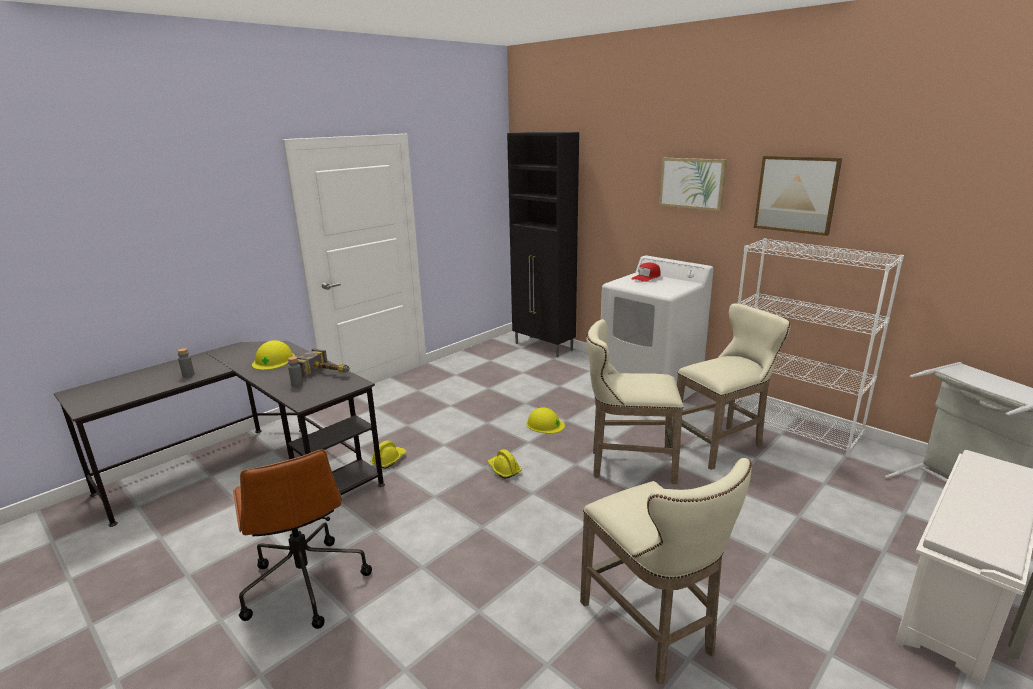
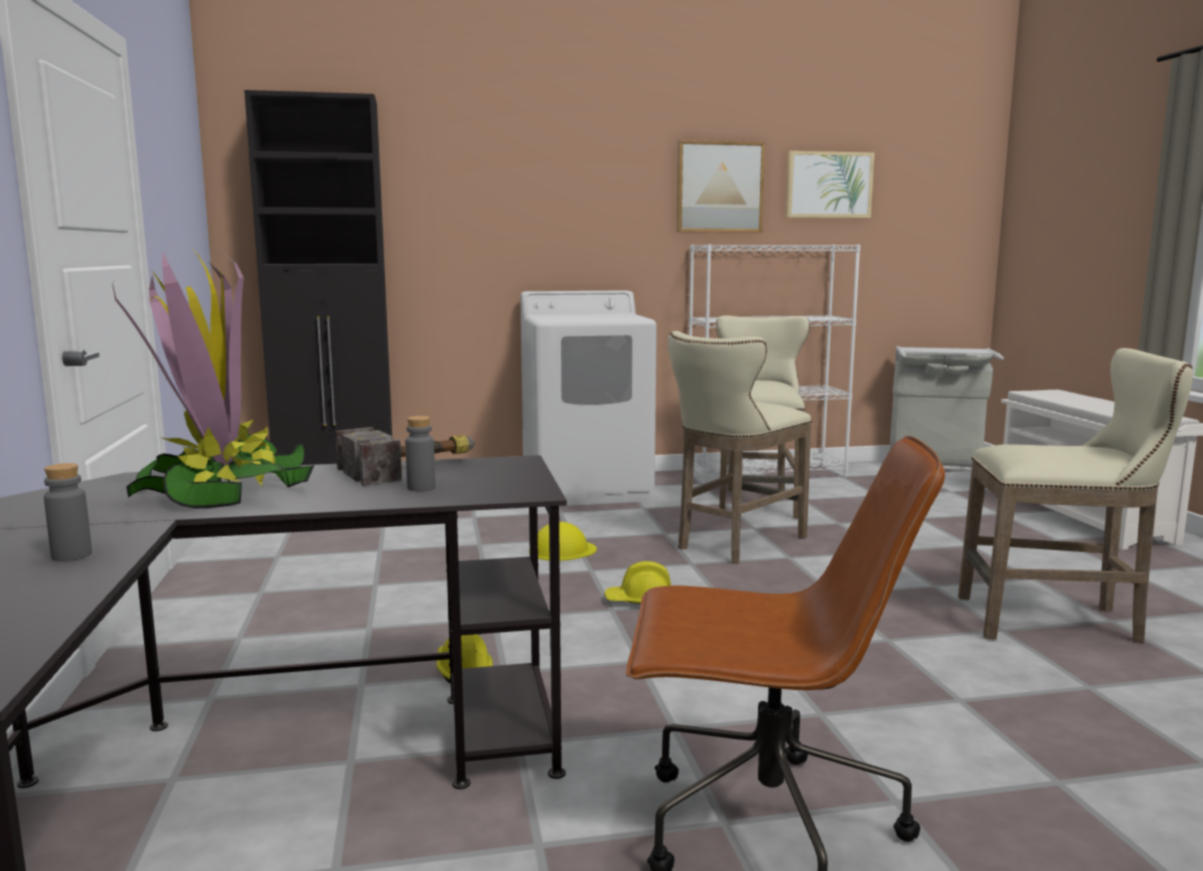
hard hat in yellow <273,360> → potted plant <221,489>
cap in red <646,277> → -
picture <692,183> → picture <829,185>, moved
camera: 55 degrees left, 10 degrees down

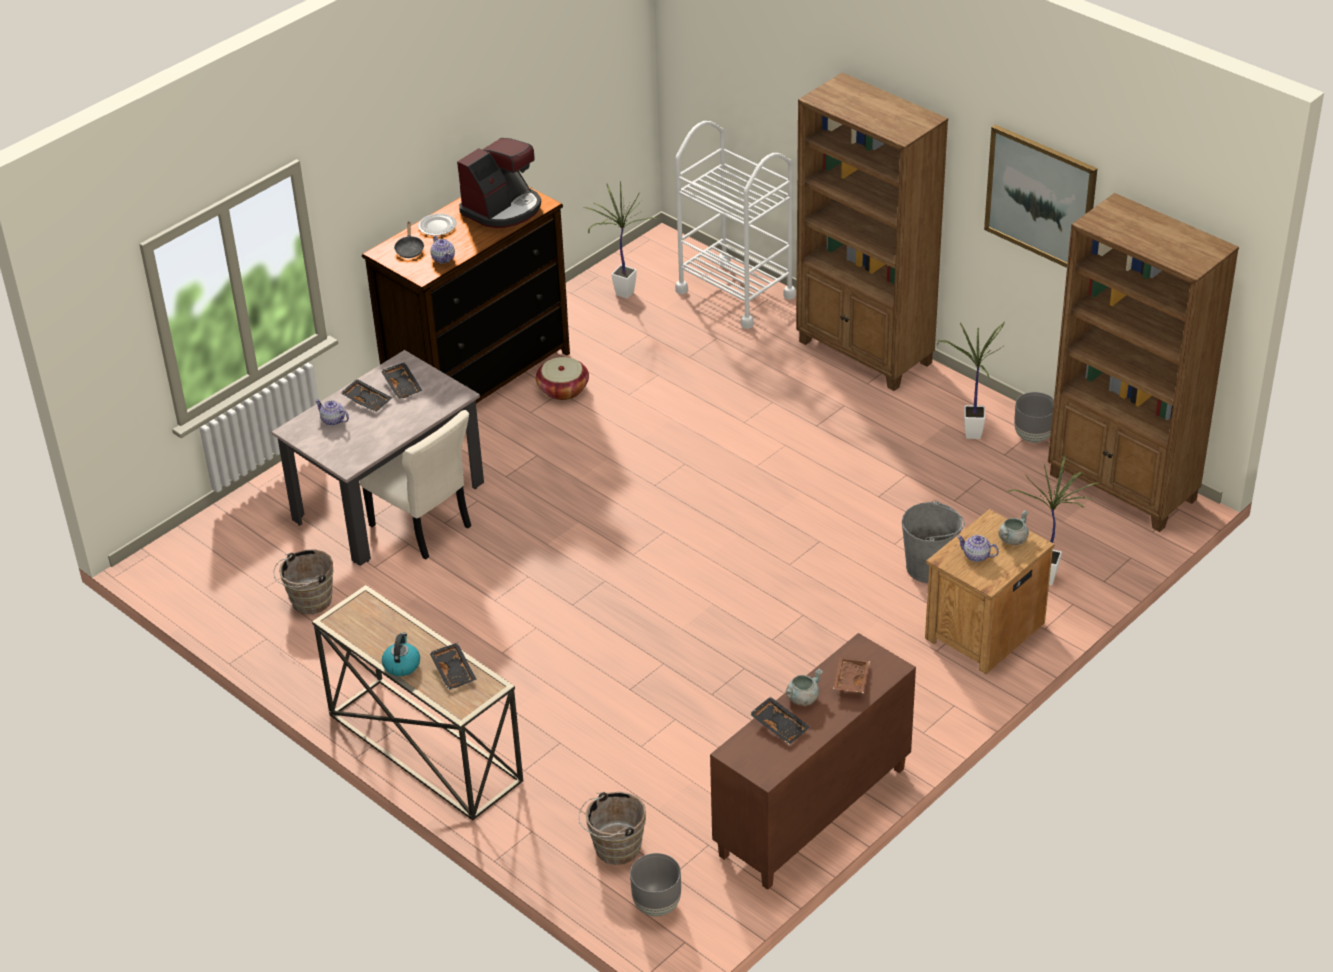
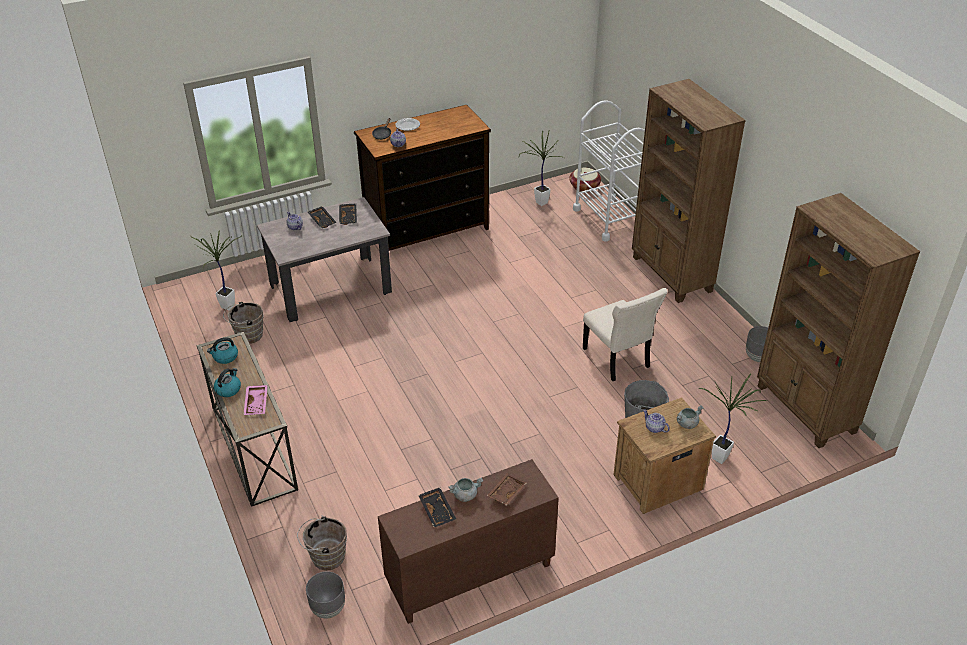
chair in beige <423,528> → chair in beige <617,360>, moved
tray in black <454,671> → tray in pink <257,403>
coffee machine <503,208> → -
basket <563,389> → basket <584,187>, moved
potted plant <969,433> → potted plant <226,305>, moved
picture <1040,198> → -
- → kettle <225,357>
camera: 20 degrees right, 0 degrees up

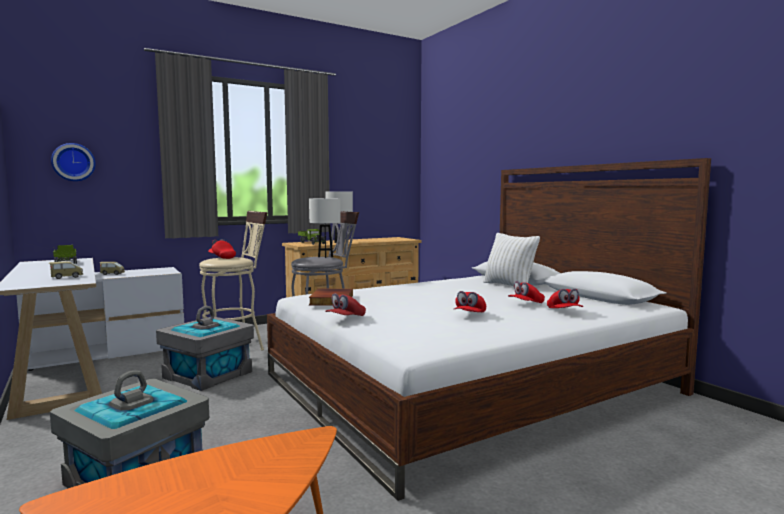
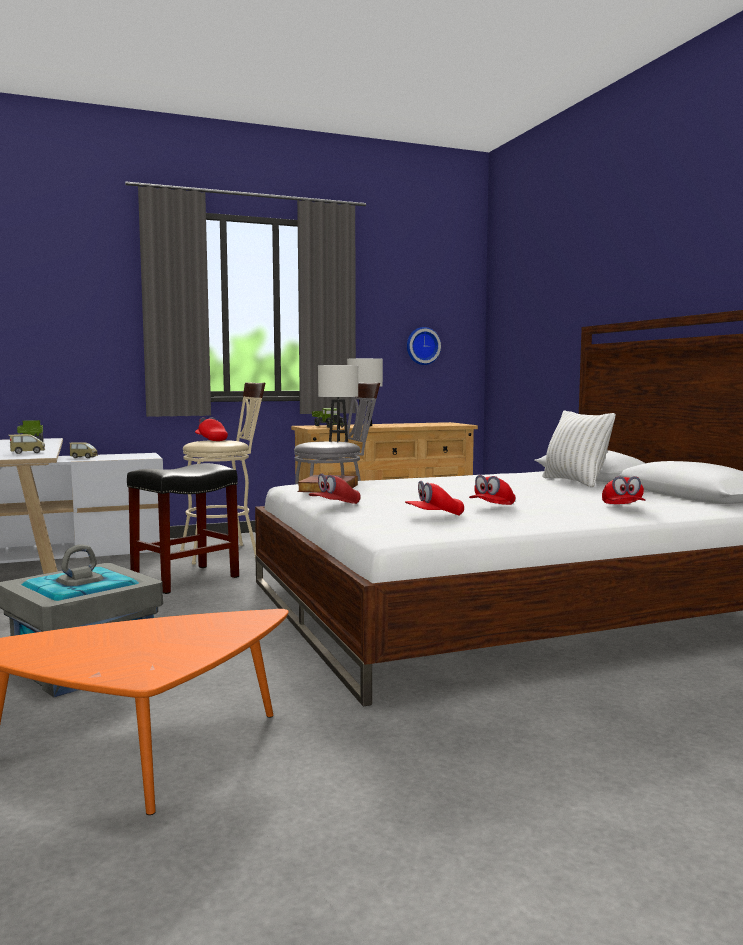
wall clock <73,162> → wall clock <422,346>, moved
storage box in grey <208,375> → stool in black <185,579>
cap in red <525,304> → cap in red <434,516>, moved
camera: 10 degrees right, 0 degrees up

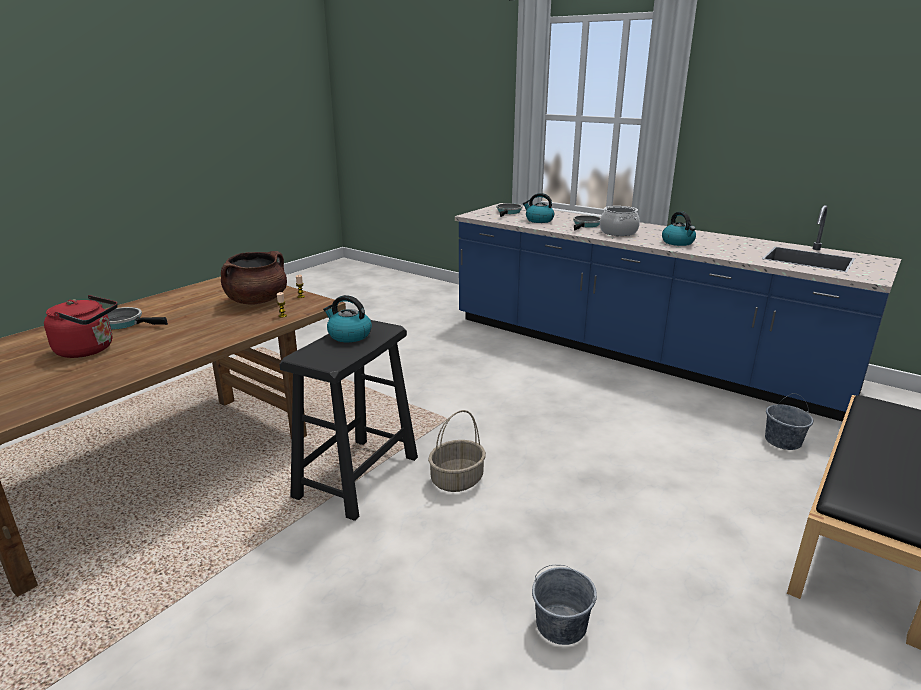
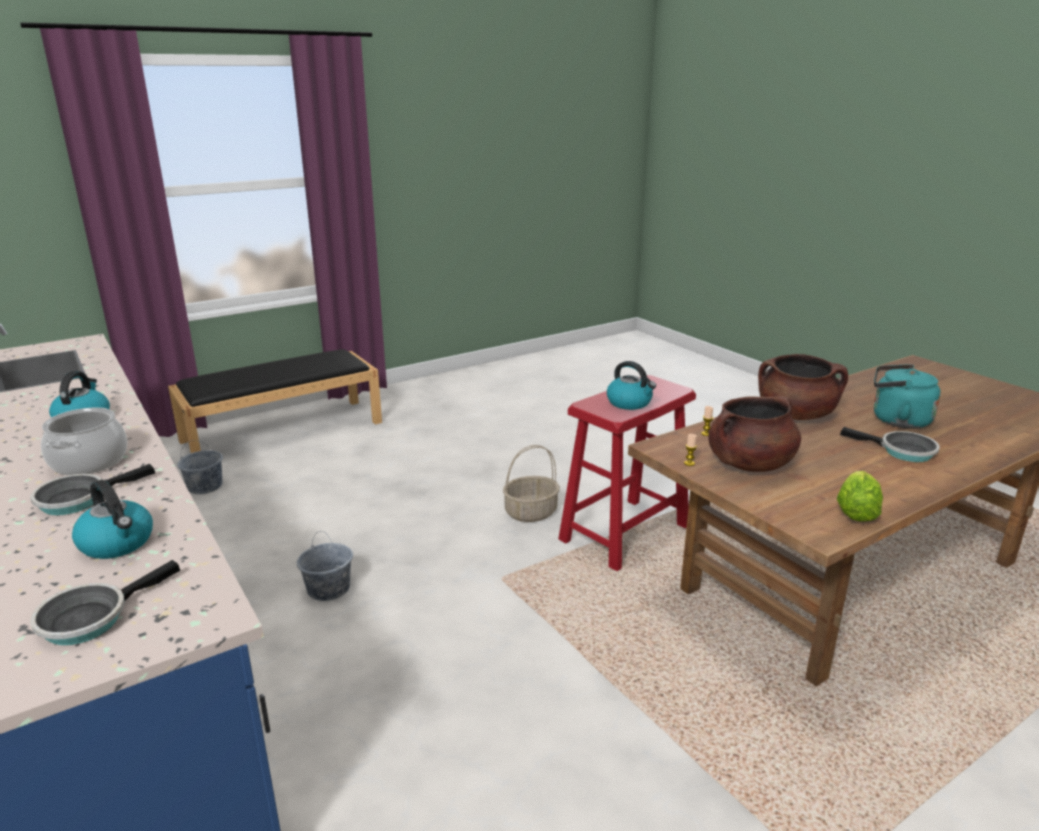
kettle in red <89,350> → kettle in turquoise <896,420>
stool in black <356,477> → stool in red <625,533>
bucket in grey <561,625> → bucket in grey <328,588>, moved
- → cooking pot in brown <795,415>
- → lettuce <856,512>
camera: 160 degrees left, 0 degrees up

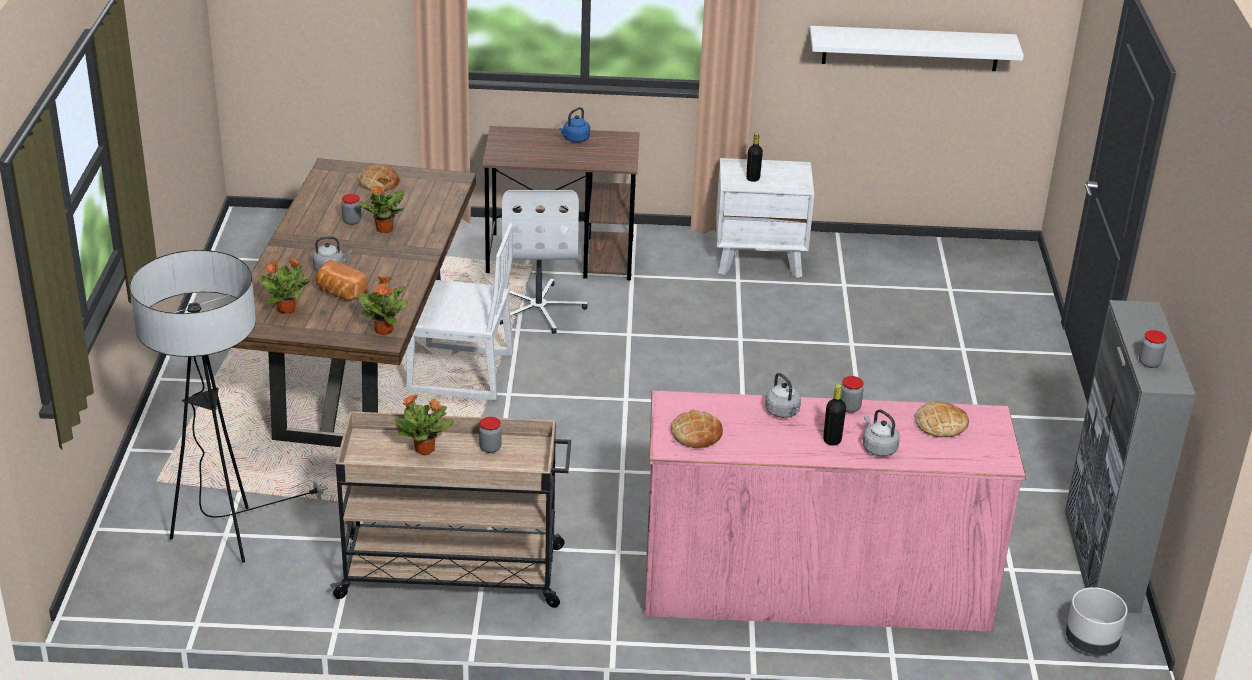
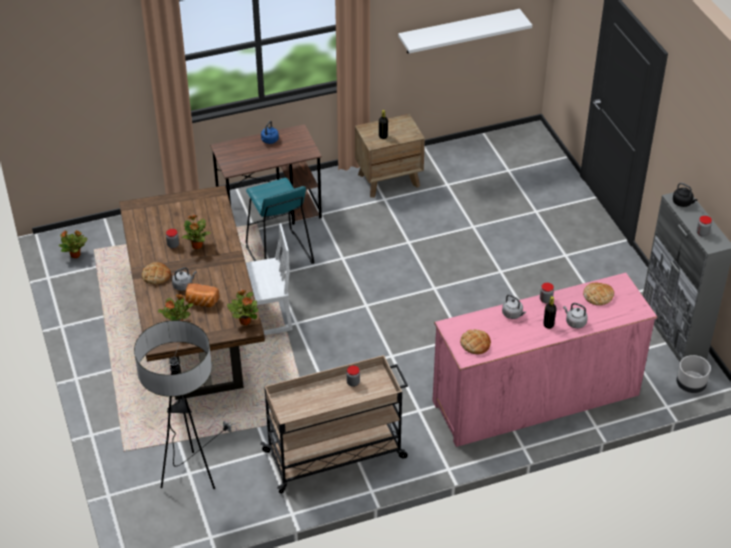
bread <379,182> → bread <156,275>, moved
potted plant <425,450> → potted plant <76,255>, moved
office chair in white <539,308> → stool in turquoise <279,255>
nightstand in white <759,259> → nightstand in brown <389,179>
- → kettle in black <683,203>
camera: 20 degrees left, 10 degrees up

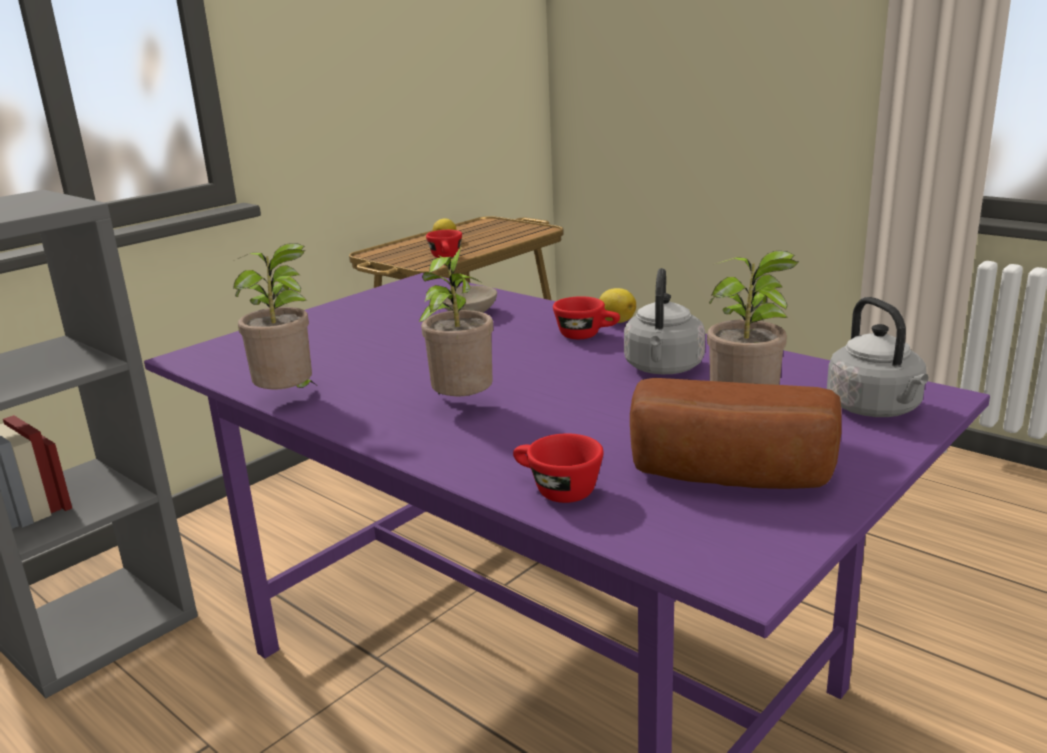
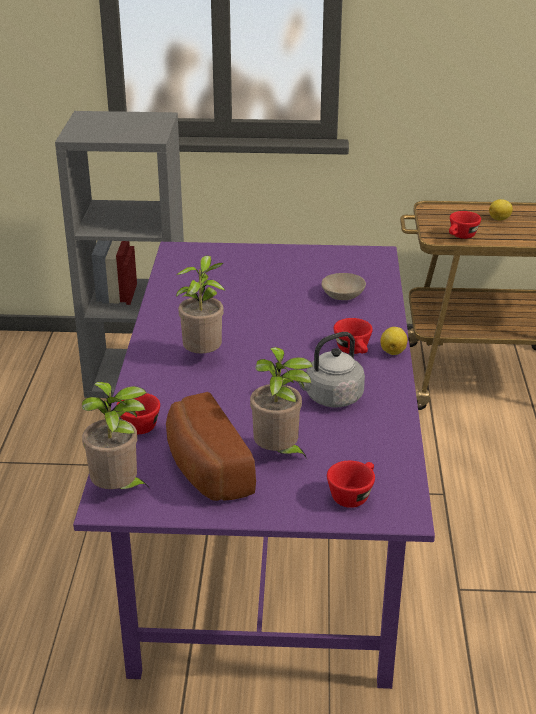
potted plant <290,399> → potted plant <119,491>, moved
kettle in grey <876,409> → cup in red <353,494>
camera: 50 degrees right, 10 degrees up

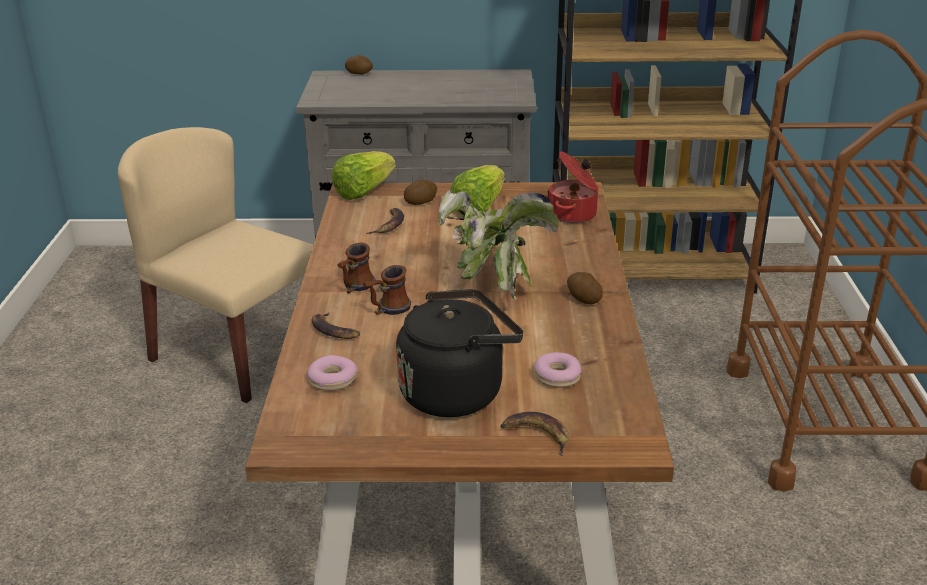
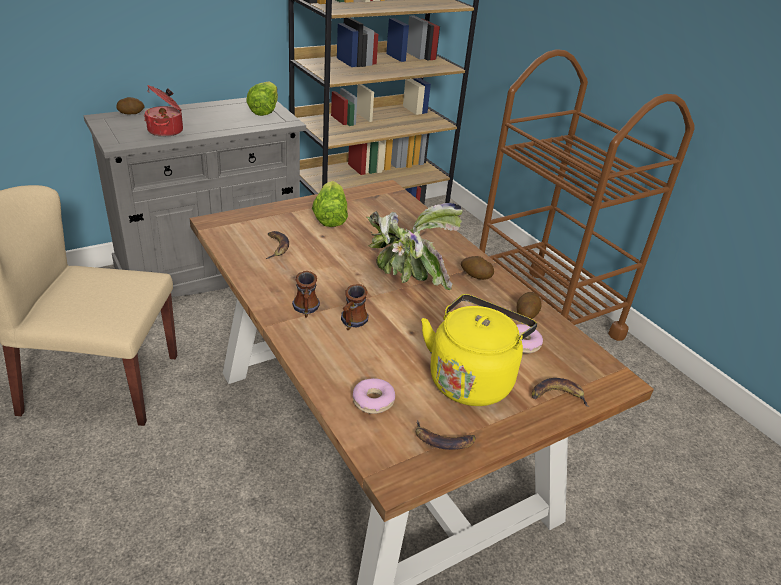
banana <334,330> → banana <443,440>, moved
lettuce <363,191> → lettuce <264,110>, moved
kettle in black <456,391> → kettle in yellow <471,379>
potato <420,202> → potato <526,314>, moved
cooking pot <574,214> → cooking pot <166,131>, moved
camera: 35 degrees left, 5 degrees up

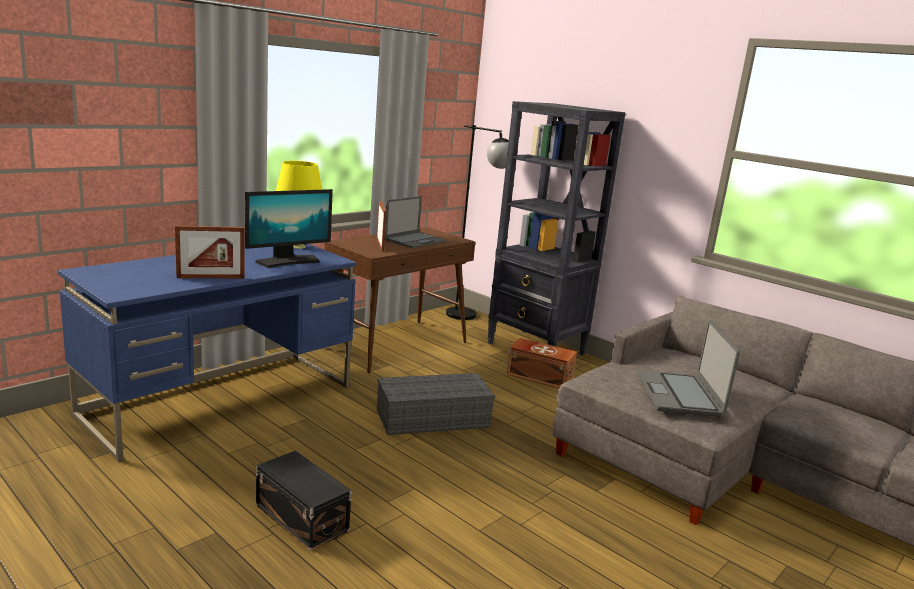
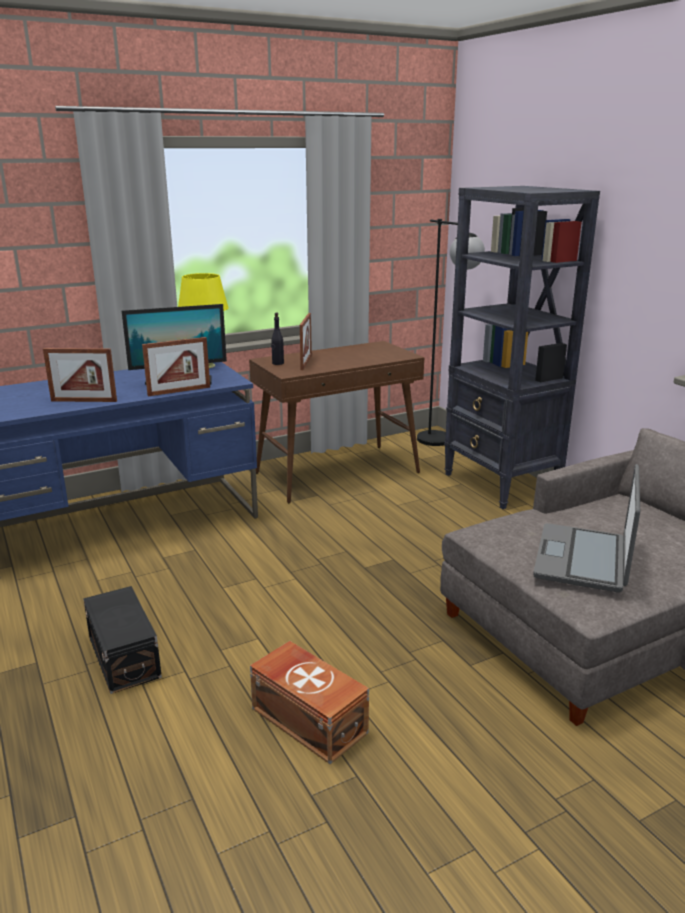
storage box in grey <434,417> → -
laptop <415,240> → -
storage box in brown <539,376> → storage box in brown <309,719>, moved
- → picture frame <179,391>
- → bottle in black <277,363>
camera: 20 degrees right, 5 degrees up

